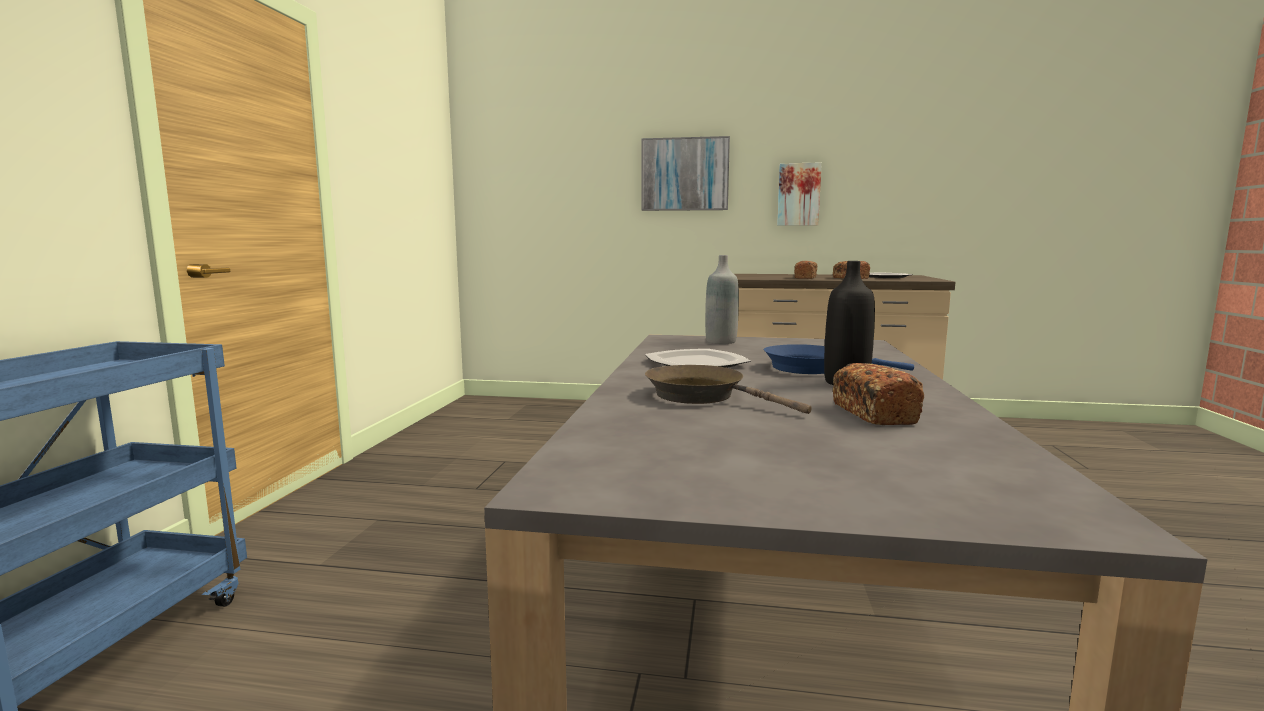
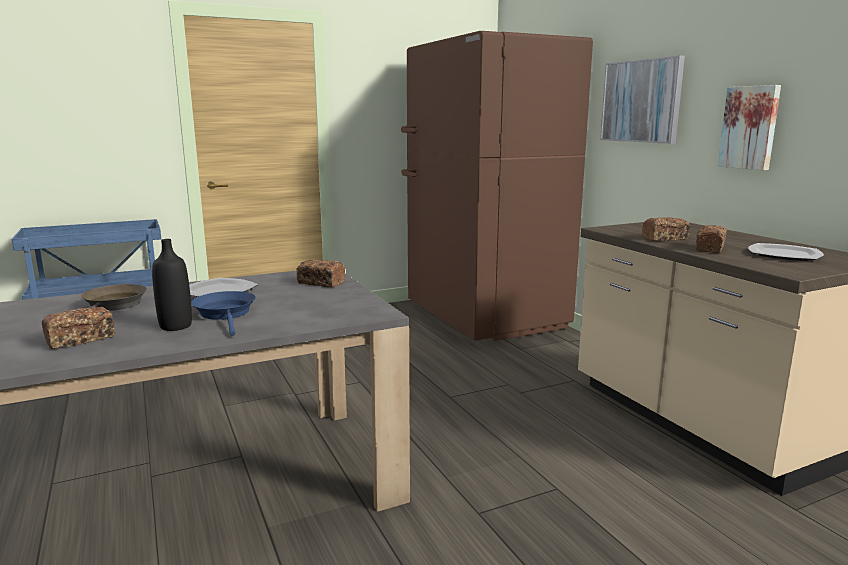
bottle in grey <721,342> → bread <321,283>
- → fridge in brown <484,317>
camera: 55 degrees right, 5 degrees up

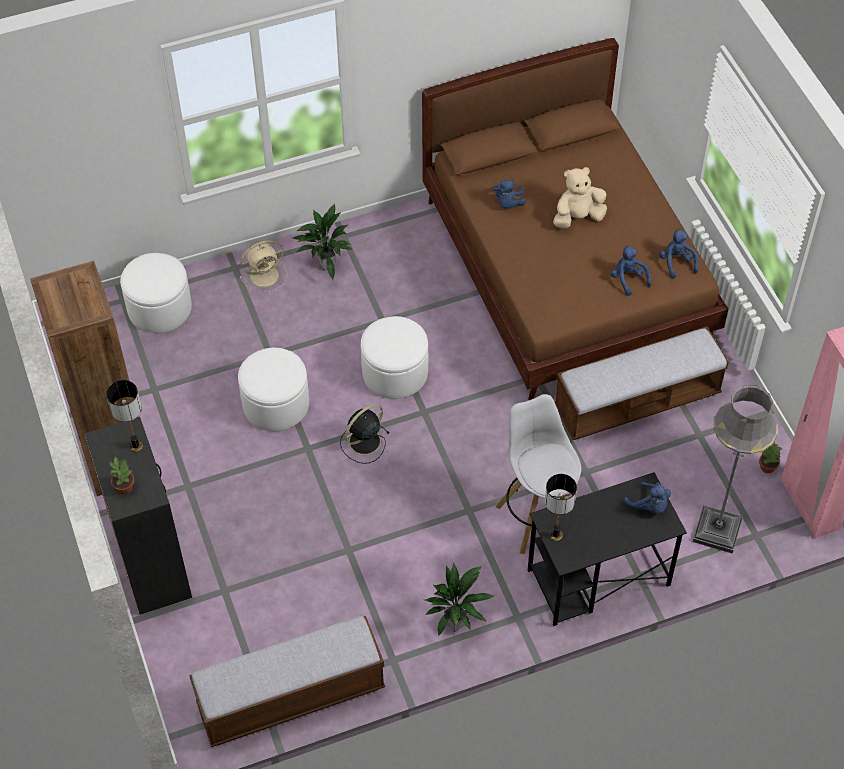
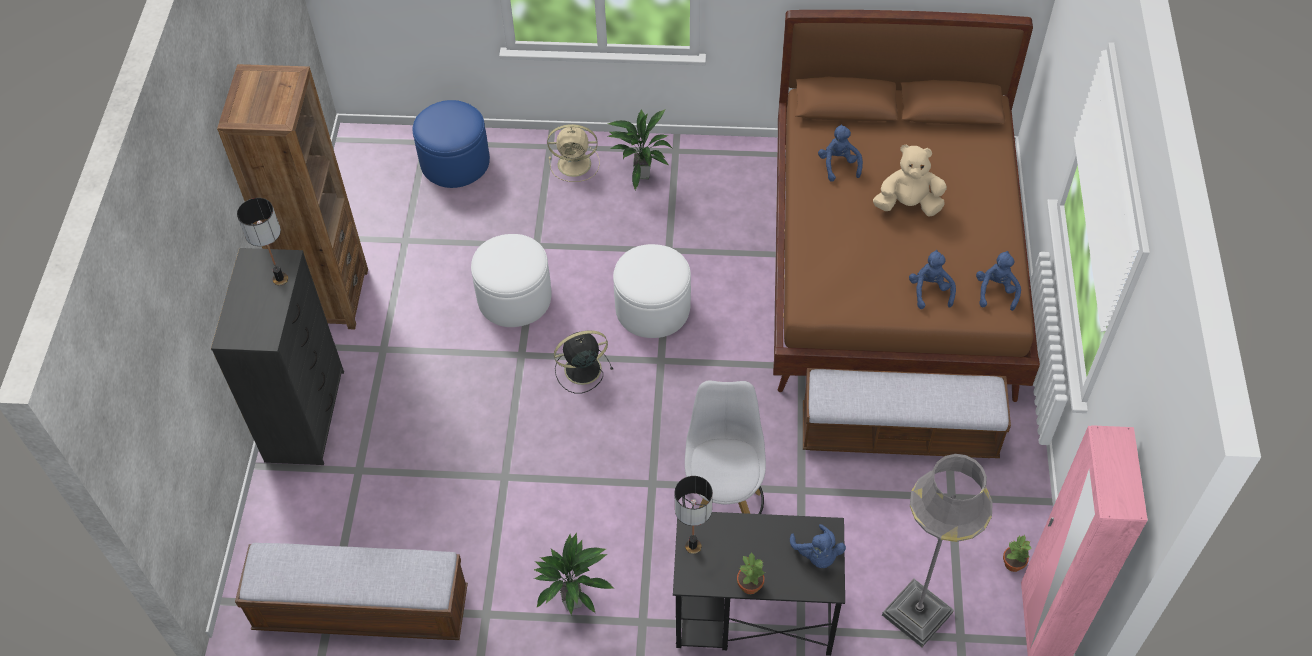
potted plant <124,487> → potted plant <750,585>, moved
ottoman in white <159,308> → ottoman in blue <455,162>
plush toy in blue <508,203> → plush toy in blue <838,165>, 135 degrees clockwise
camera: 25 degrees right, 0 degrees up

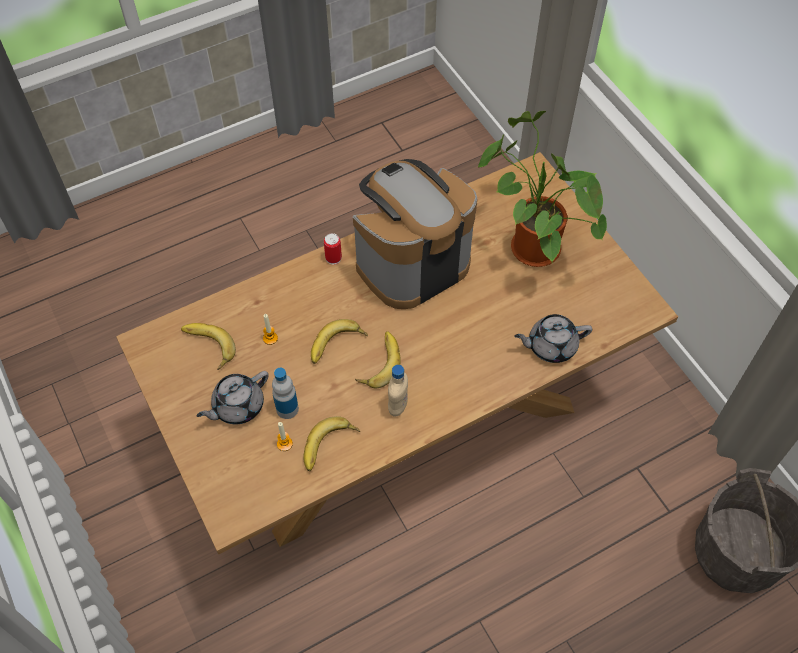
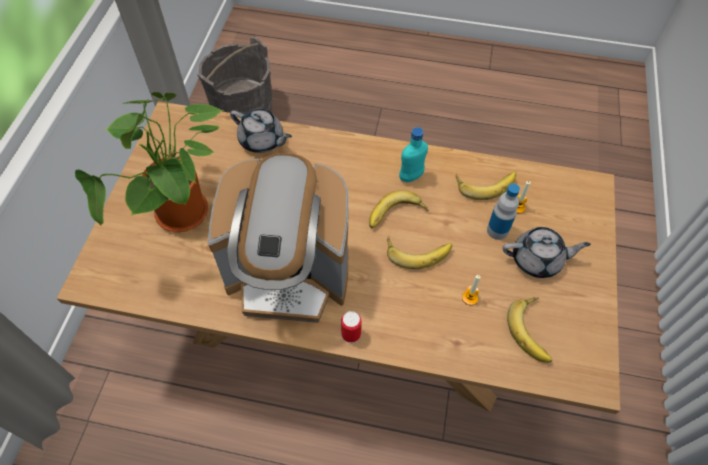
bottle in beige <397,406> → bottle in turquoise <411,176>
camera: 140 degrees left, 0 degrees up

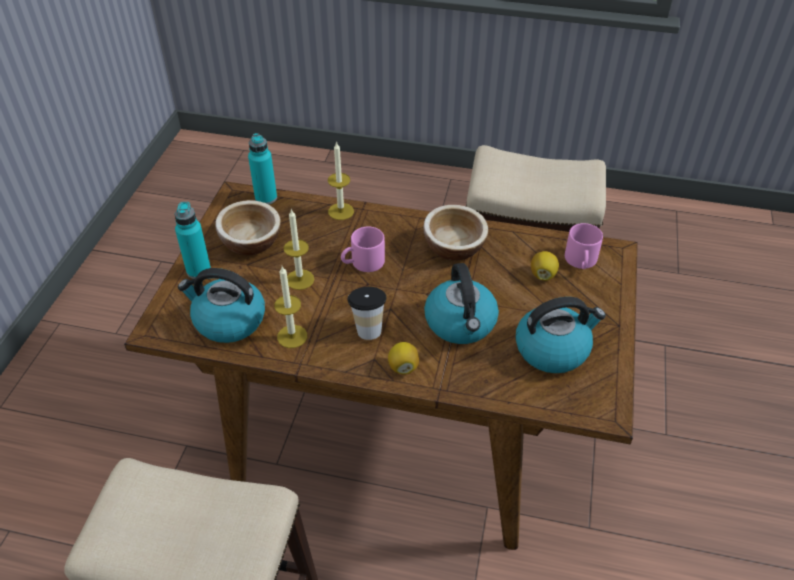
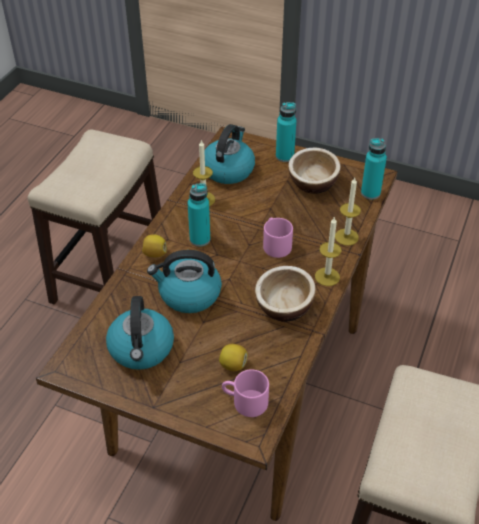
candle <300,279> → candle <327,276>, moved
cup <368,328> → bottle in turquoise <200,239>
camera: 100 degrees right, 0 degrees up

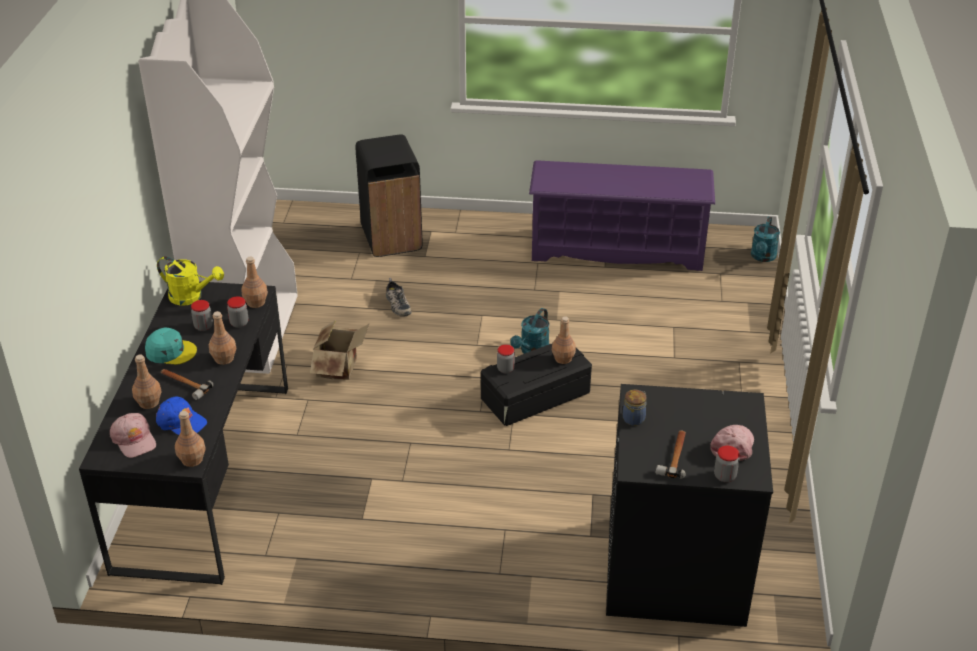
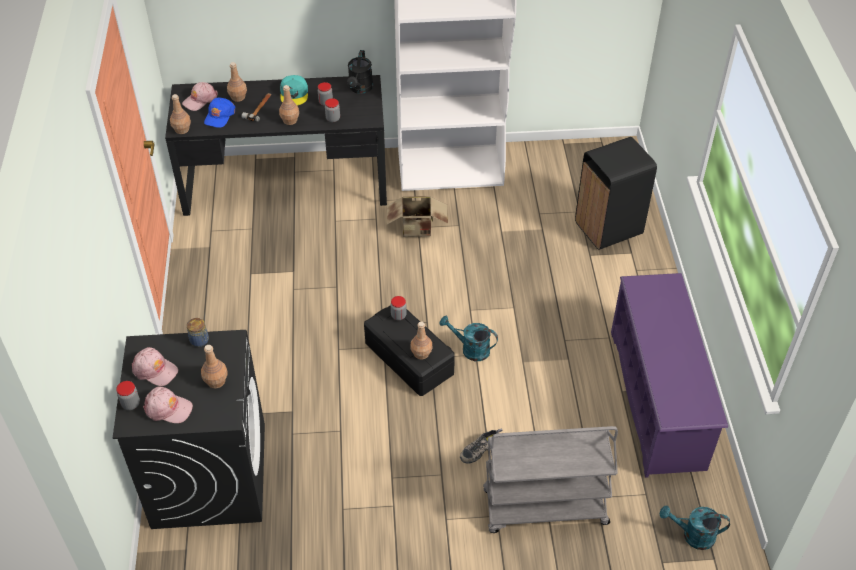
watering can in yellow <191,297> → watering can in black <360,89>
bottle in brown <256,303> → bottle in brown <215,381>, moved
shoe <397,304> → shoe <480,449>, moved
hammer <675,456> → cap in pink <155,370>
- → cart in grey <544,508>
camera: 80 degrees right, 10 degrees up

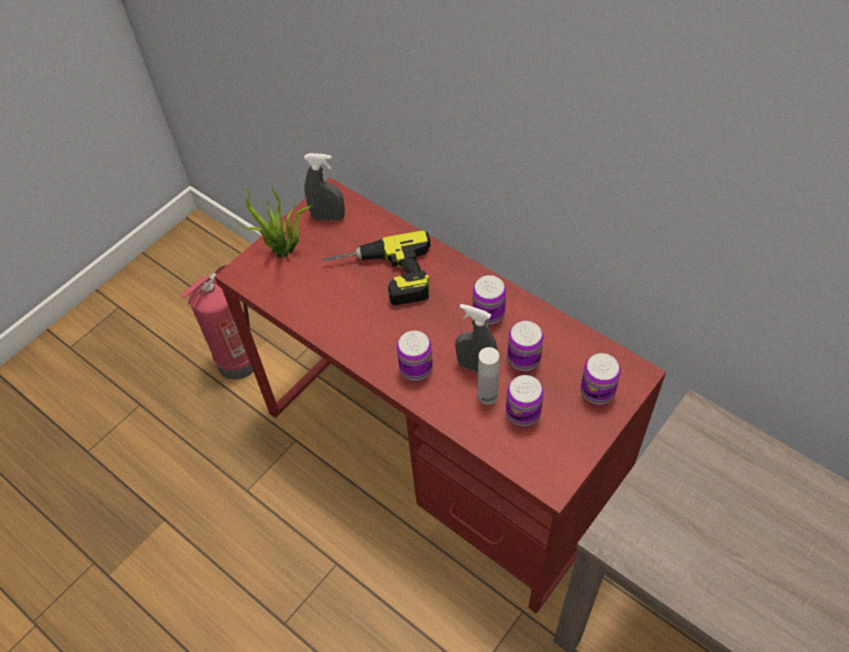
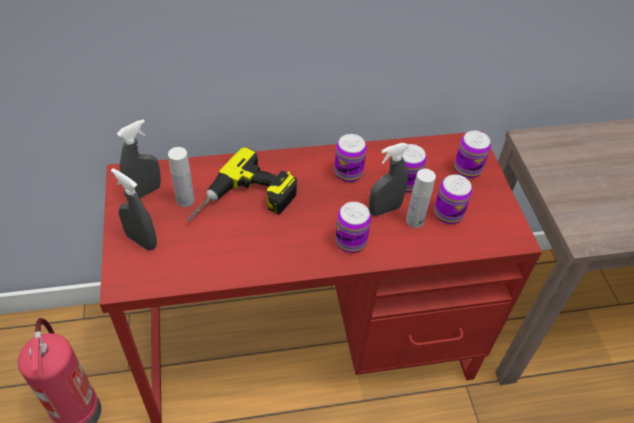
potted plant <284,252> → spray bottle in grey <141,241>
- → bottle in white <185,200>
camera: 55 degrees left, 5 degrees down

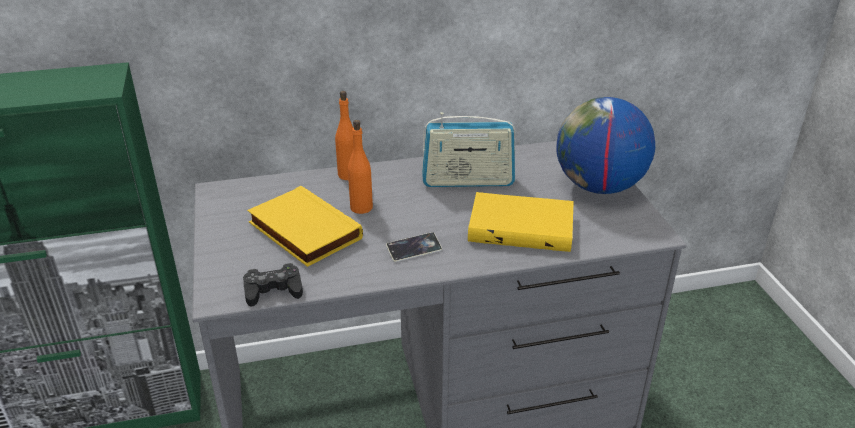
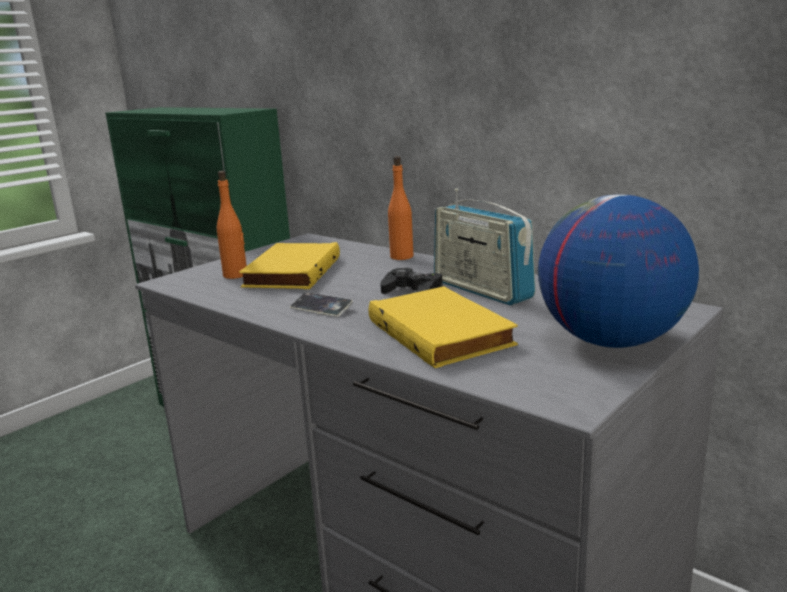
game controller in black <273,290> → game controller in black <413,292>, moved
bottle in orange <361,207> → bottle in orange <235,275>, moved
camera: 55 degrees right, 15 degrees down

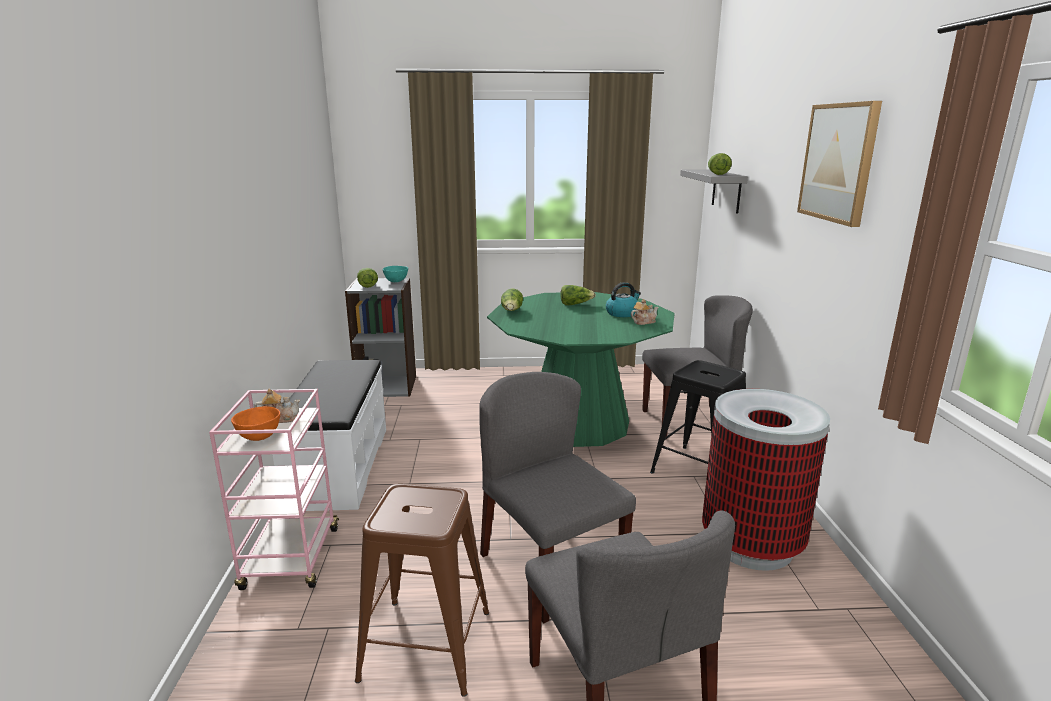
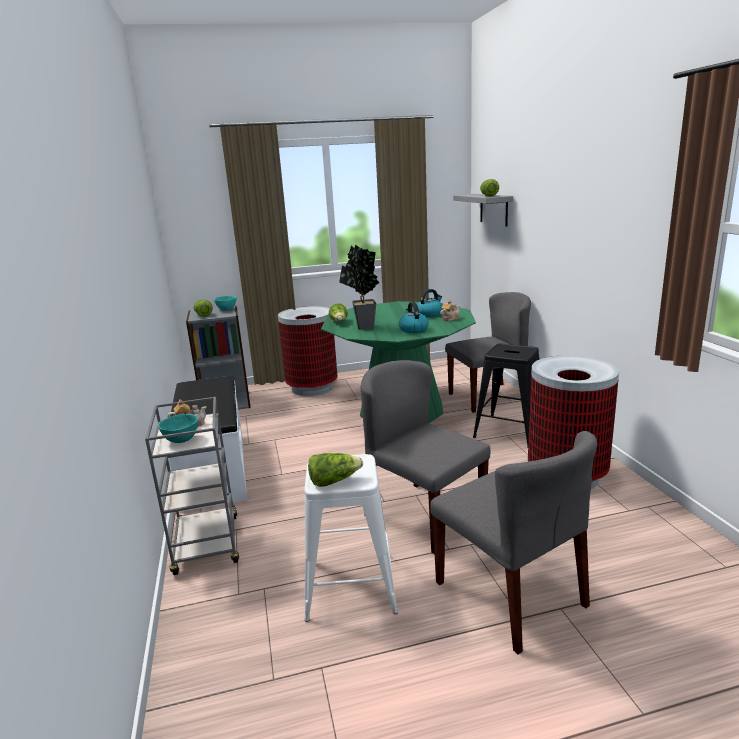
cart in pink <291,559> → cart in grey <207,545>
bowl in orange <258,437> → bowl in turquoise <181,440>
stool in brown <425,645> → stool in white <350,586>
lettuce <575,304> → lettuce <334,481>, moved
picture <838,162> → -
- → trash can <312,388>
- → potted plant <364,328>
- → kettle <413,330>
camera: 10 degrees left, 0 degrees up

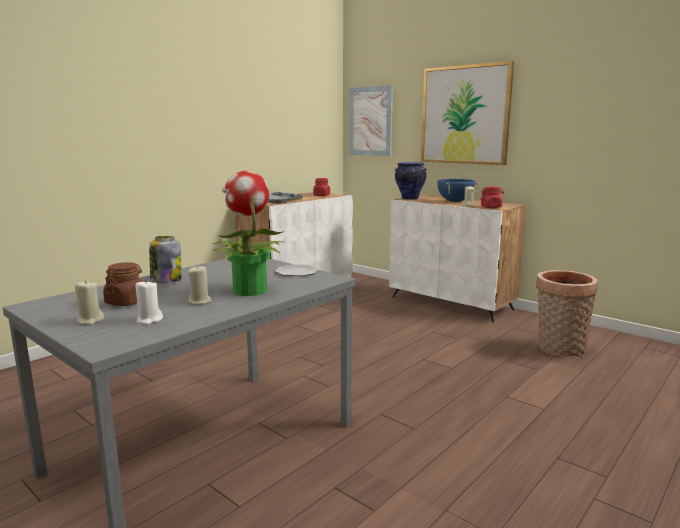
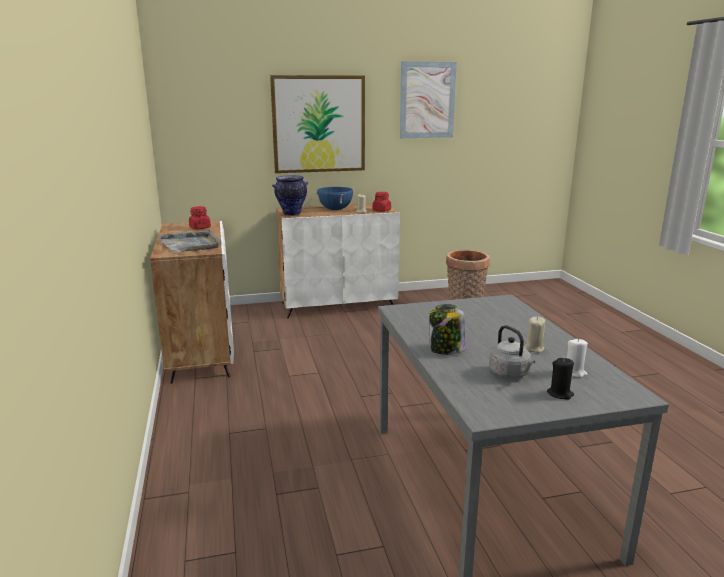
candle in beige <90,321> → candle in black <560,394>
jar in brown <126,302> → kettle in grey <510,374>
potted plant <249,290> → -
plate <297,272> → -
picture <370,121> → picture <427,100>, moved
camera: 55 degrees left, 5 degrees up

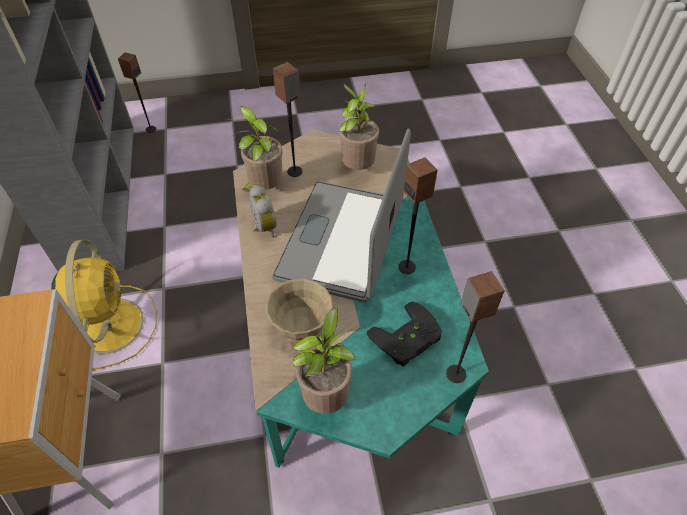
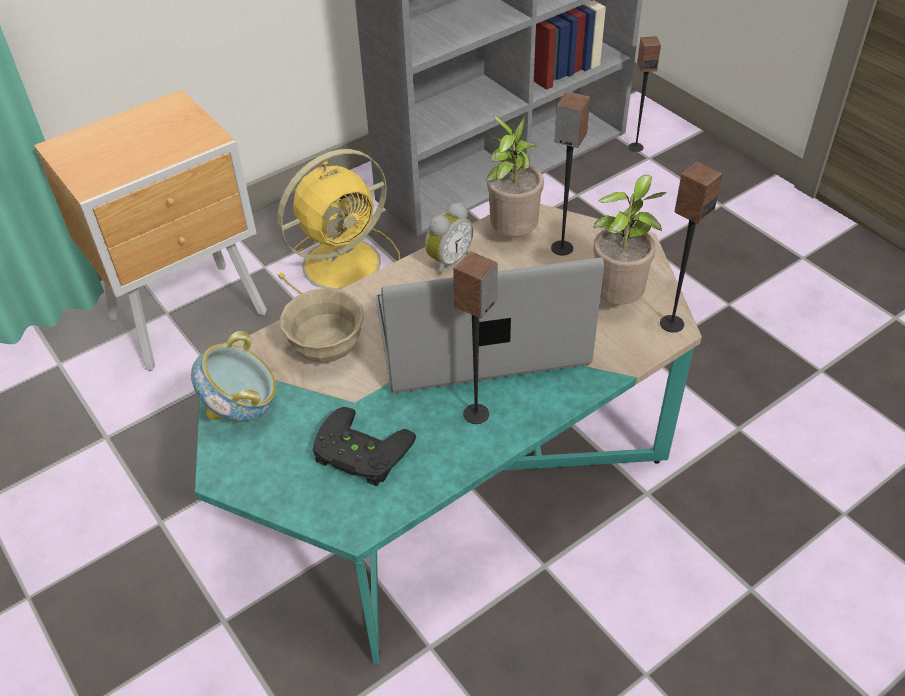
potted plant <327,397> → bowl <242,409>
speaker <455,374> → speaker <671,323>, moved
camera: 65 degrees right, 5 degrees down

